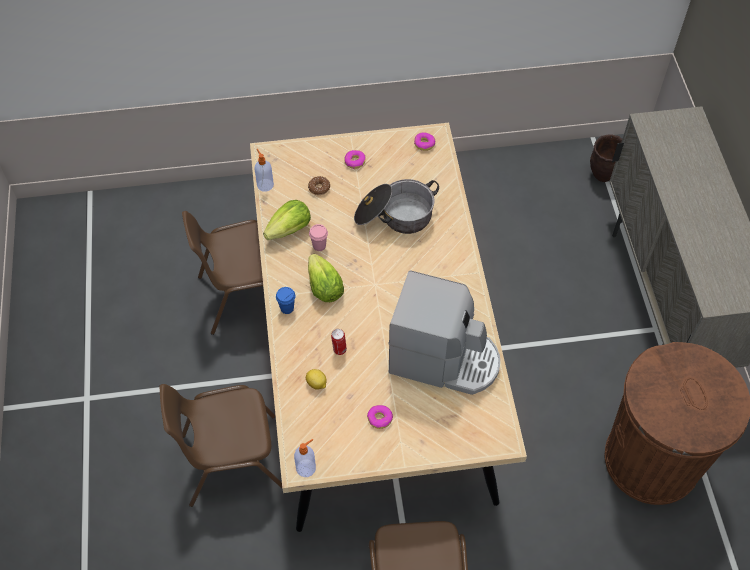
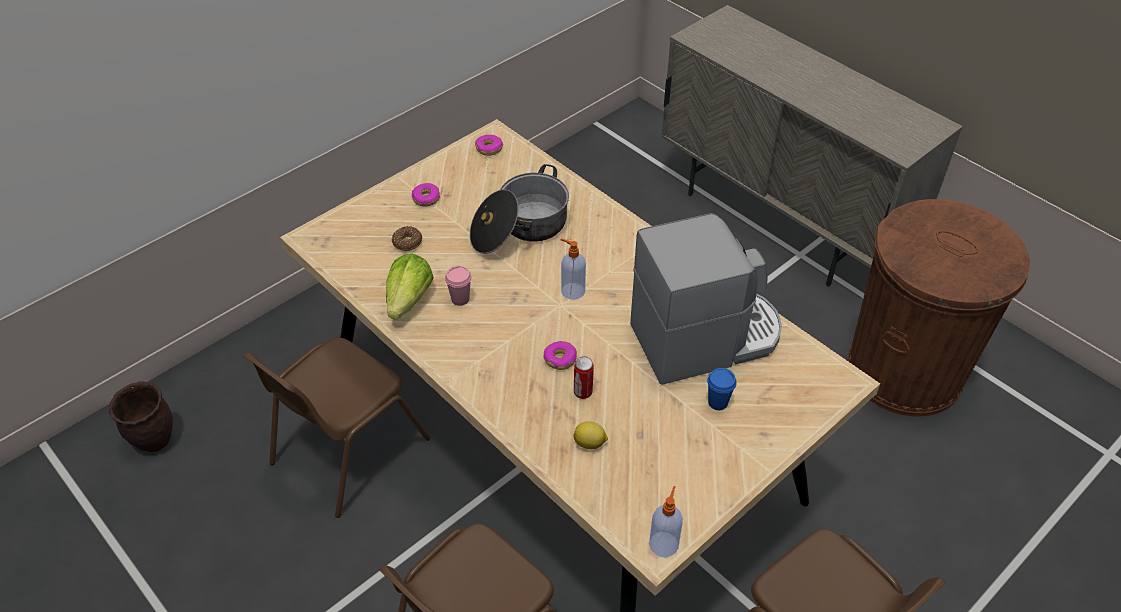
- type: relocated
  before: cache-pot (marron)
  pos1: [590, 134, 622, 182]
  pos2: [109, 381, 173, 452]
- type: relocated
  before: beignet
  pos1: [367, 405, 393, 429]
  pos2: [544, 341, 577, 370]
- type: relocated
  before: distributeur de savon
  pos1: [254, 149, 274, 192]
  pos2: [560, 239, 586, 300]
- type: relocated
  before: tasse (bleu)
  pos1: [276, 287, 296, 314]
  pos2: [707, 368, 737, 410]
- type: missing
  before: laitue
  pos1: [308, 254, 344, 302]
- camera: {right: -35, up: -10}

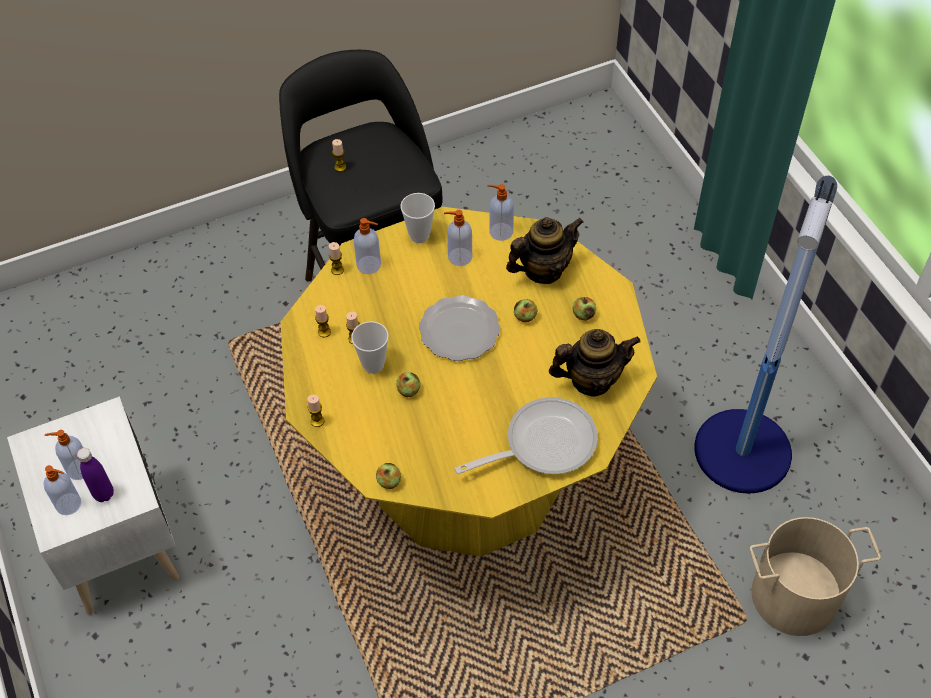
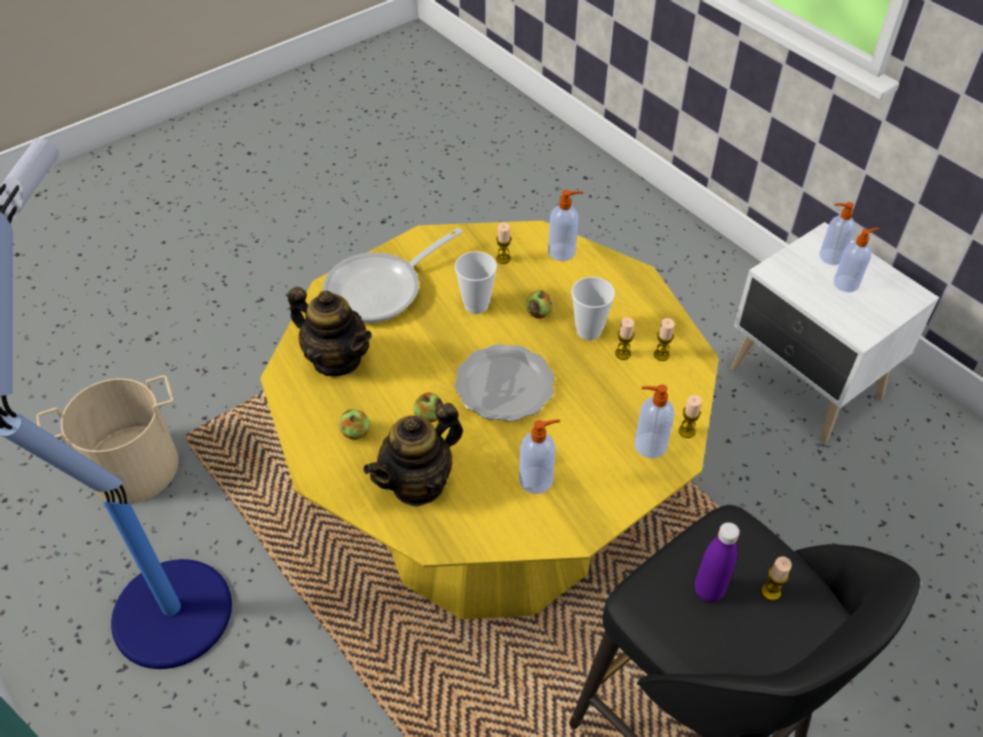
- type: spun
  before: théière
  pos1: [549, 329, 641, 397]
  pos2: [288, 287, 372, 376]
  turn: -120
- type: relocated
  before: tasse
  pos1: [400, 193, 435, 243]
  pos2: [455, 251, 497, 314]
- type: relocated
  before: bougie
  pos1: [307, 395, 325, 427]
  pos2: [496, 222, 511, 264]
- type: relocated
  before: distributeur de savon
  pos1: [487, 184, 514, 241]
  pos2: [548, 190, 584, 261]
- type: relocated
  before: bouteille (violet)
  pos1: [77, 448, 114, 502]
  pos2: [695, 522, 740, 603]
- type: missing
  before: pomme
  pos1: [376, 463, 401, 489]
- camera: {right: 165, up: -5}

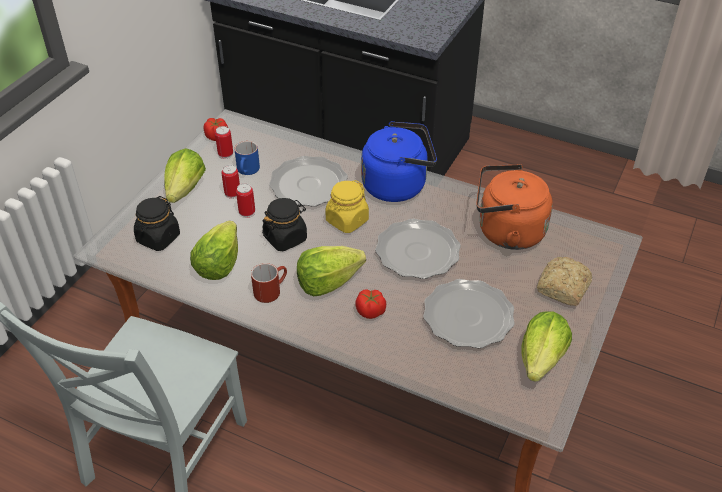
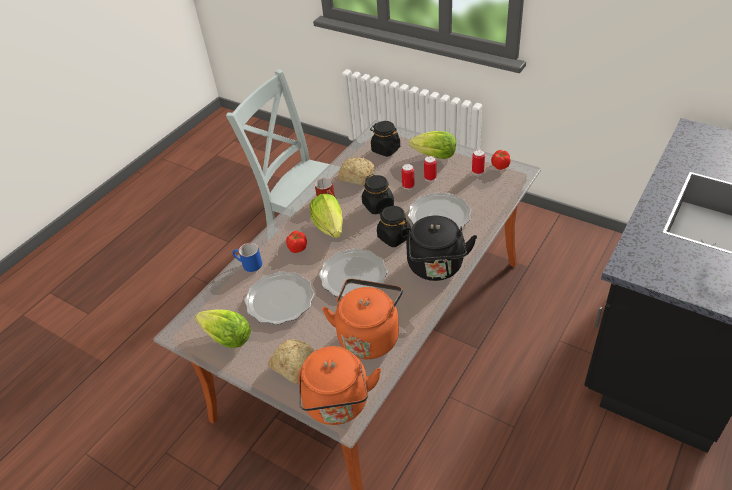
- type: relocated
  before: mug (bleu)
  pos1: [234, 141, 260, 175]
  pos2: [232, 243, 262, 272]
- type: appeared
  after: bouilloire (orange)
  pos2: [298, 346, 381, 425]
- type: exchanged
  before: laitue
  after: pain
  pos1: [190, 221, 238, 280]
  pos2: [338, 157, 375, 186]
- type: colour
  before: bocal (jaune)
  after: bocal (noir)
  pos1: [325, 180, 369, 233]
  pos2: [377, 206, 411, 247]
- type: colour
  before: bouilloire (bleu)
  after: bouilloire (noir)
  pos1: [361, 121, 437, 202]
  pos2: [406, 216, 477, 281]
- camera: {right: 100, up: 0}

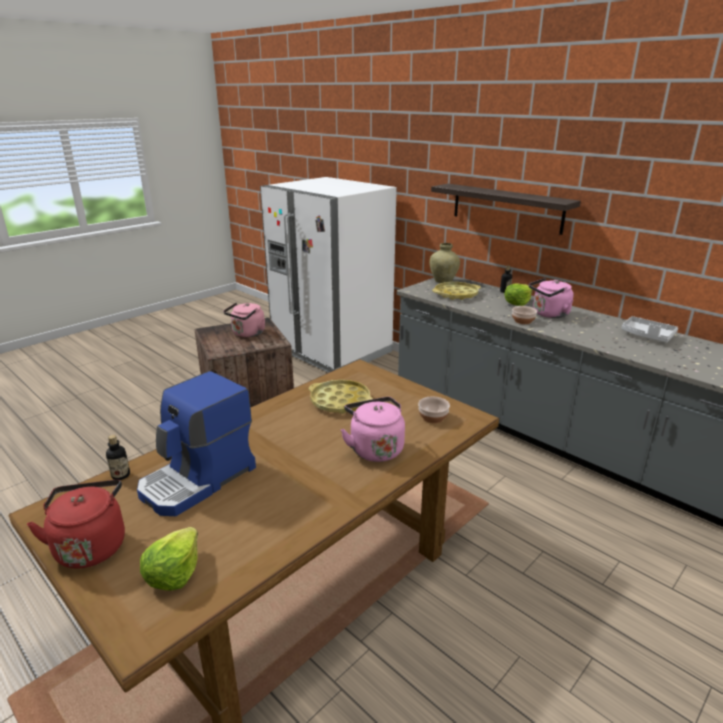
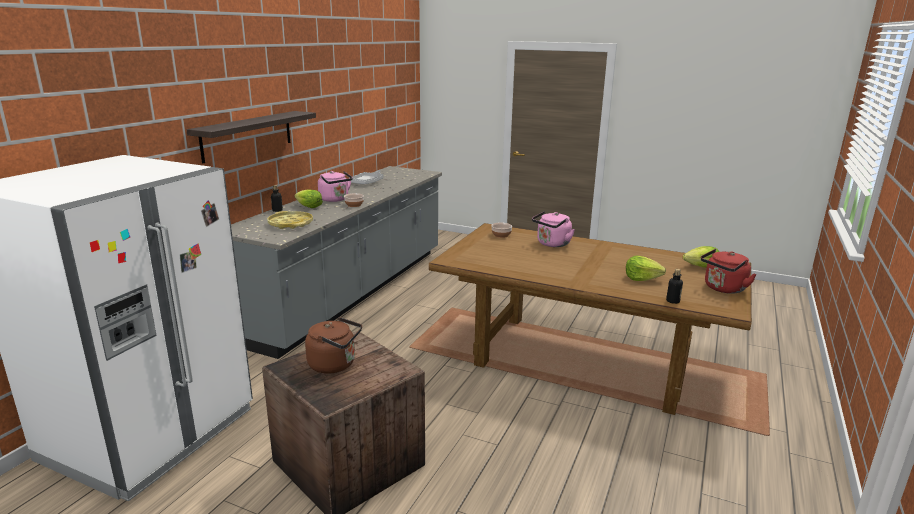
- type: colour
  before: bouilloire (rose)
  after: bouilloire (marron)
  pos1: [223, 302, 265, 337]
  pos2: [305, 317, 362, 374]
- type: exchanged
  before: machine à café
  after: laitue
  pos1: [137, 371, 256, 516]
  pos2: [626, 256, 666, 281]
- type: missing
  before: plateau (jaune)
  pos1: [309, 380, 373, 414]
- type: missing
  before: vase (beige)
  pos1: [429, 243, 460, 283]
- camera: {right: -110, up: -5}

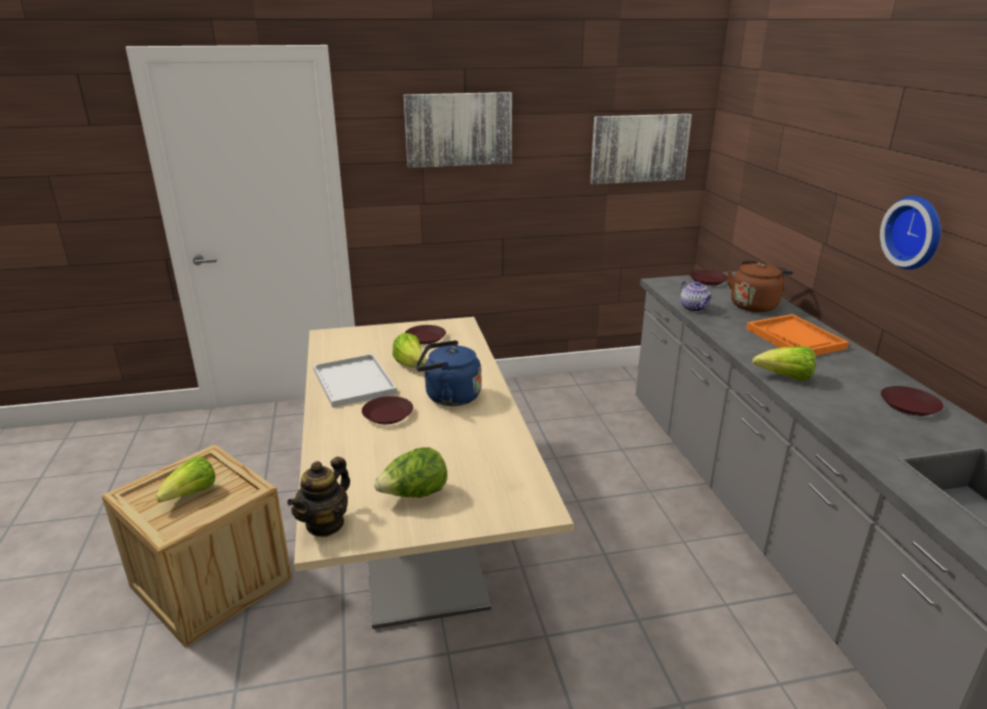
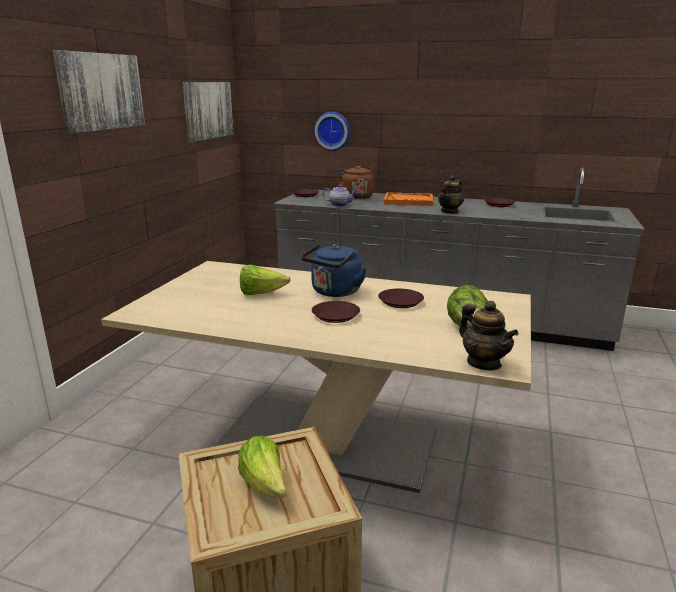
- type: relocated
  before: horloge murale
  pos1: [880, 196, 941, 270]
  pos2: [314, 112, 350, 151]
- type: relocated
  before: assiette (marron)
  pos1: [405, 325, 446, 344]
  pos2: [378, 289, 424, 308]
- type: exchanged
  before: laitue
  after: théière
  pos1: [752, 346, 816, 380]
  pos2: [438, 175, 464, 214]
- type: missing
  before: plateau (blanc)
  pos1: [313, 354, 397, 408]
- camera: {right: -60, up: -5}

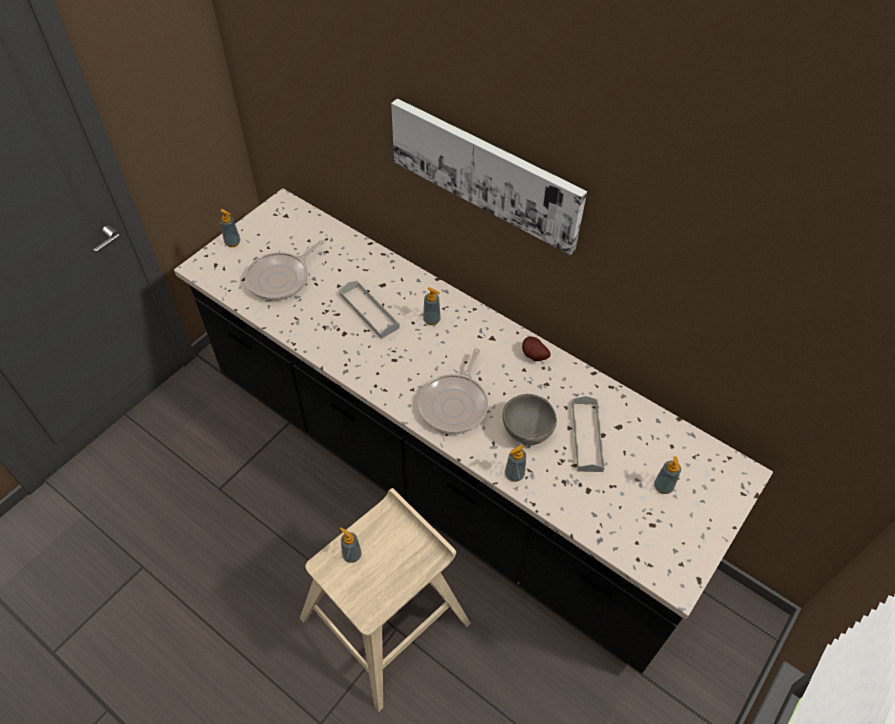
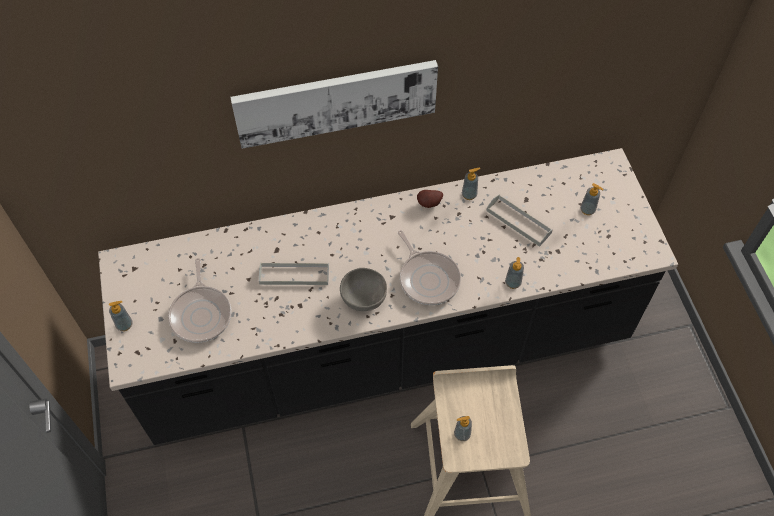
- type: relocated
  before: bol (gris)
  pos1: [503, 394, 557, 445]
  pos2: [340, 268, 387, 311]
- type: relocated
  before: distributeur de savon
  pos1: [423, 287, 441, 325]
  pos2: [462, 168, 481, 200]
- camera: {right: -50, up: 5}

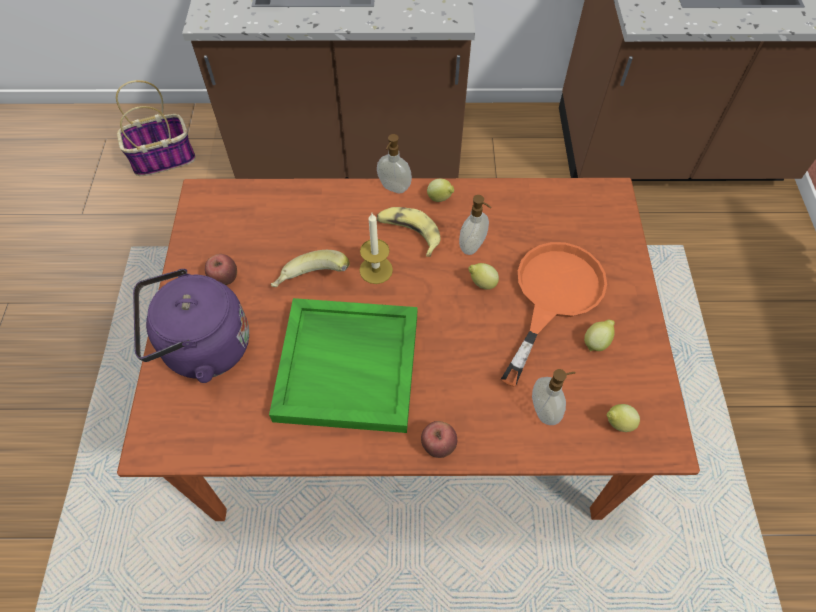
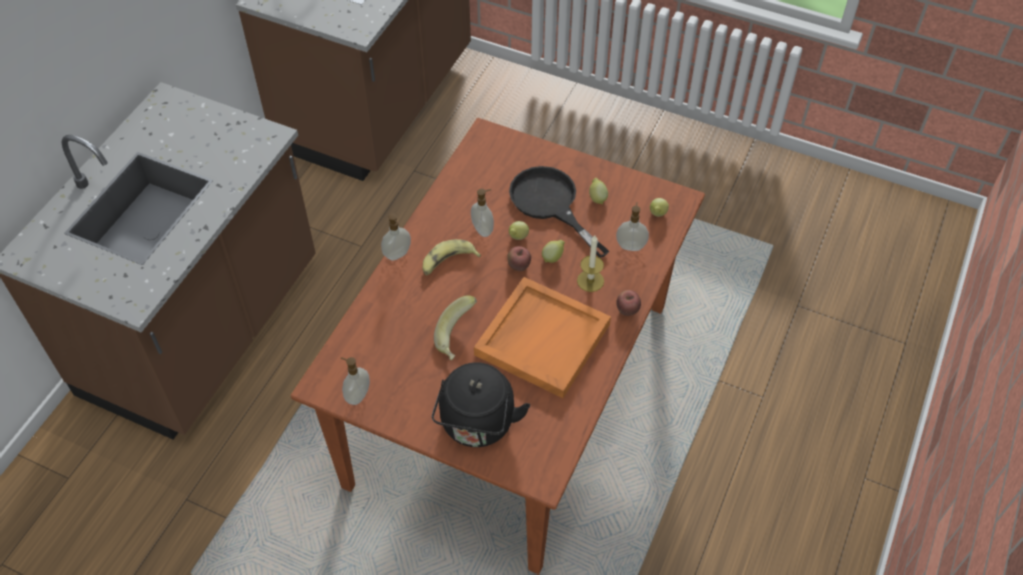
- type: appeared
  after: distributeur de savon
  pos2: [340, 357, 370, 405]
- type: colour
  before: bouilloire (violet)
  after: bouilloire (noir)
  pos1: [133, 269, 249, 383]
  pos2: [432, 362, 530, 447]
- type: colour
  before: plateau (vert)
  after: plateau (orange)
  pos1: [269, 298, 418, 433]
  pos2: [474, 277, 611, 398]
- type: relocated
  before: pomme
  pos1: [205, 254, 237, 285]
  pos2: [507, 246, 531, 271]
- type: colour
  before: poêle (orange)
  after: poêle (noir)
  pos1: [501, 242, 607, 387]
  pos2: [509, 166, 610, 258]
- type: relocated
  before: citron
  pos1: [427, 179, 454, 202]
  pos2: [542, 240, 565, 263]
- type: relocated
  before: bougie
  pos1: [359, 213, 393, 284]
  pos2: [577, 235, 604, 292]
- type: missing
  before: panier
  pos1: [116, 80, 196, 176]
- camera: {right: -65, up: -5}

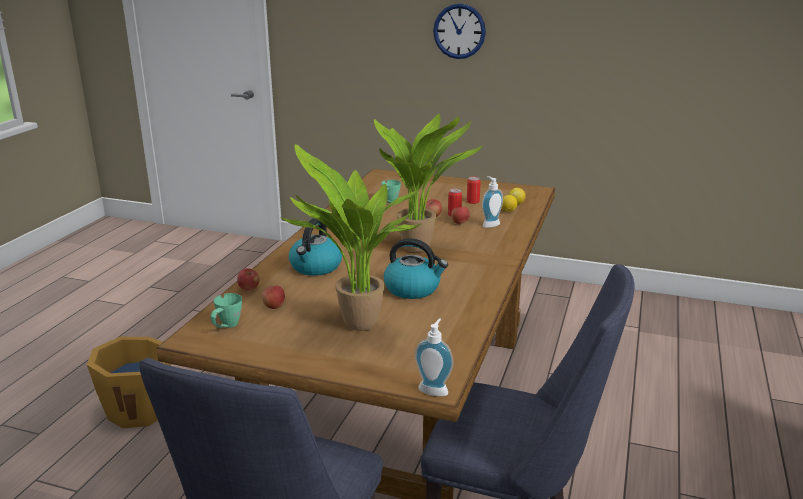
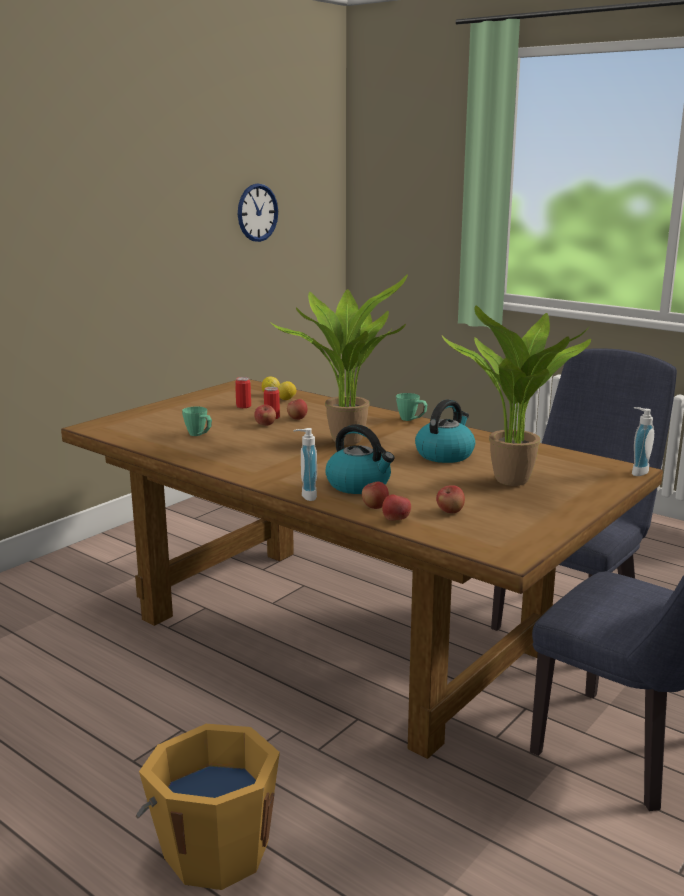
- type: relocated
  before: horloge murale
  pos1: [433, 4, 486, 59]
  pos2: [238, 183, 278, 242]
- type: relocated
  before: distributeur de savon
  pos1: [482, 176, 503, 228]
  pos2: [294, 428, 317, 501]
- type: appeared
  after: pomme
  pos2: [362, 482, 389, 509]
- type: relocated
  before: mug (vert)
  pos1: [210, 293, 242, 328]
  pos2: [396, 393, 427, 421]
- camera: {right: -70, up: -5}

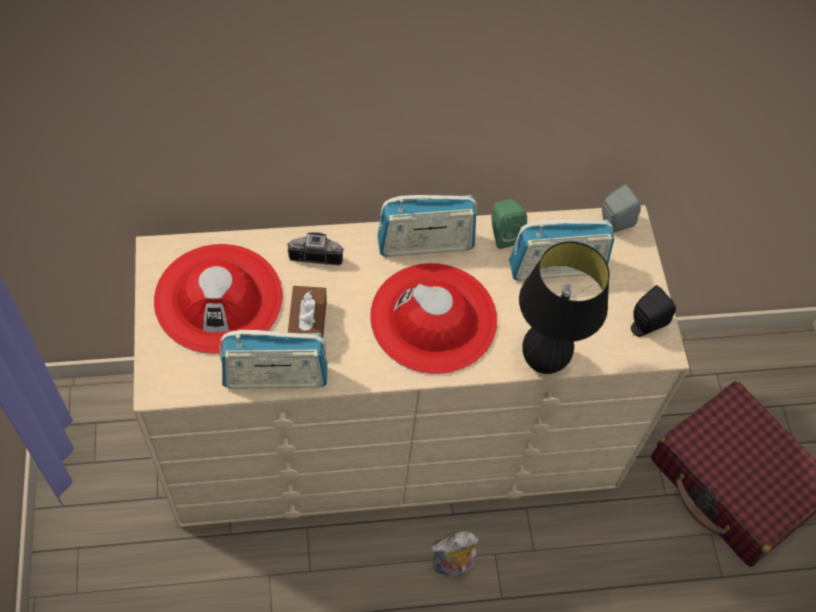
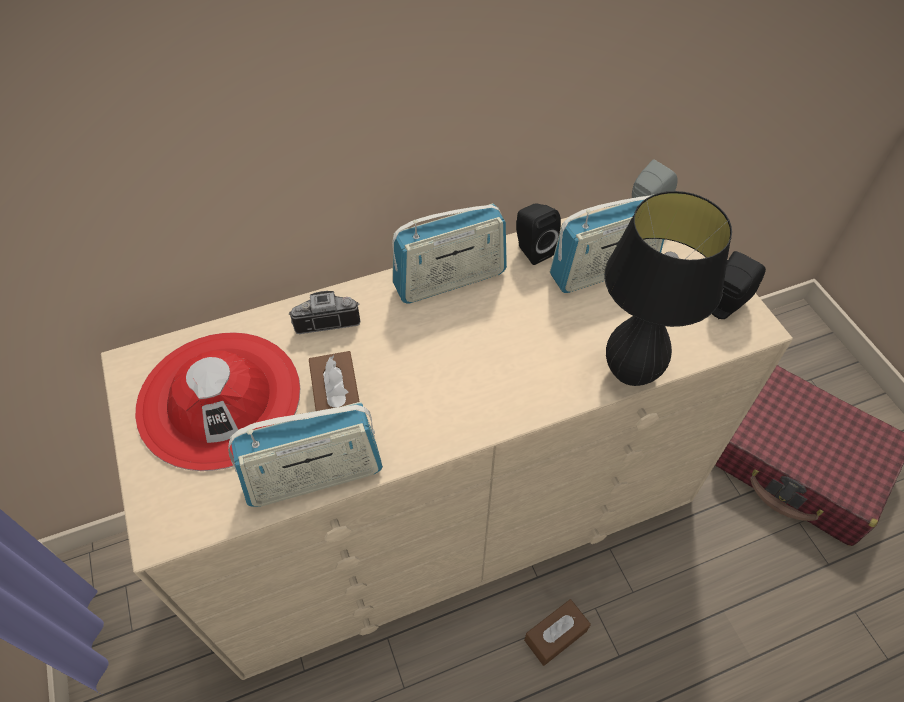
- type: colour
  before: enceinte (vert)
  after: enceinte (noir)
  pos1: [491, 199, 527, 249]
  pos2: [516, 203, 561, 265]
- type: exchanged
  before: peluche
  after: boîte à mouchoirs (marron)
  pos1: [430, 531, 478, 577]
  pos2: [524, 599, 591, 666]
- type: missing
  before: chapeau (rouge)
  pos1: [370, 263, 497, 374]
- camera: {right: -10, up: -5}

